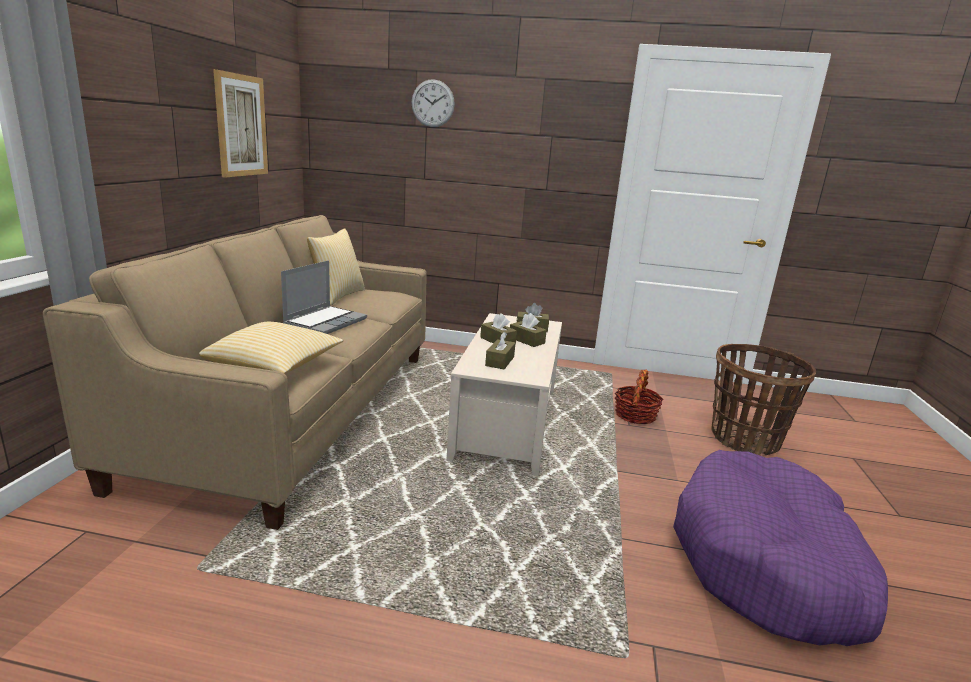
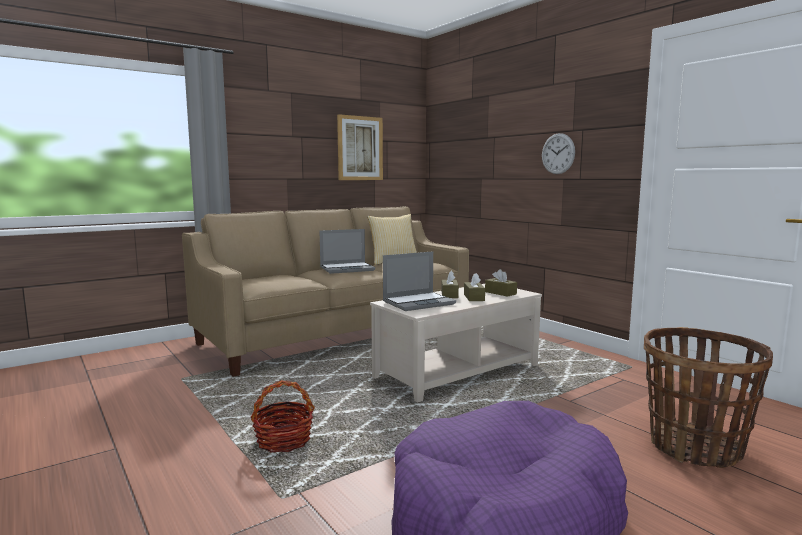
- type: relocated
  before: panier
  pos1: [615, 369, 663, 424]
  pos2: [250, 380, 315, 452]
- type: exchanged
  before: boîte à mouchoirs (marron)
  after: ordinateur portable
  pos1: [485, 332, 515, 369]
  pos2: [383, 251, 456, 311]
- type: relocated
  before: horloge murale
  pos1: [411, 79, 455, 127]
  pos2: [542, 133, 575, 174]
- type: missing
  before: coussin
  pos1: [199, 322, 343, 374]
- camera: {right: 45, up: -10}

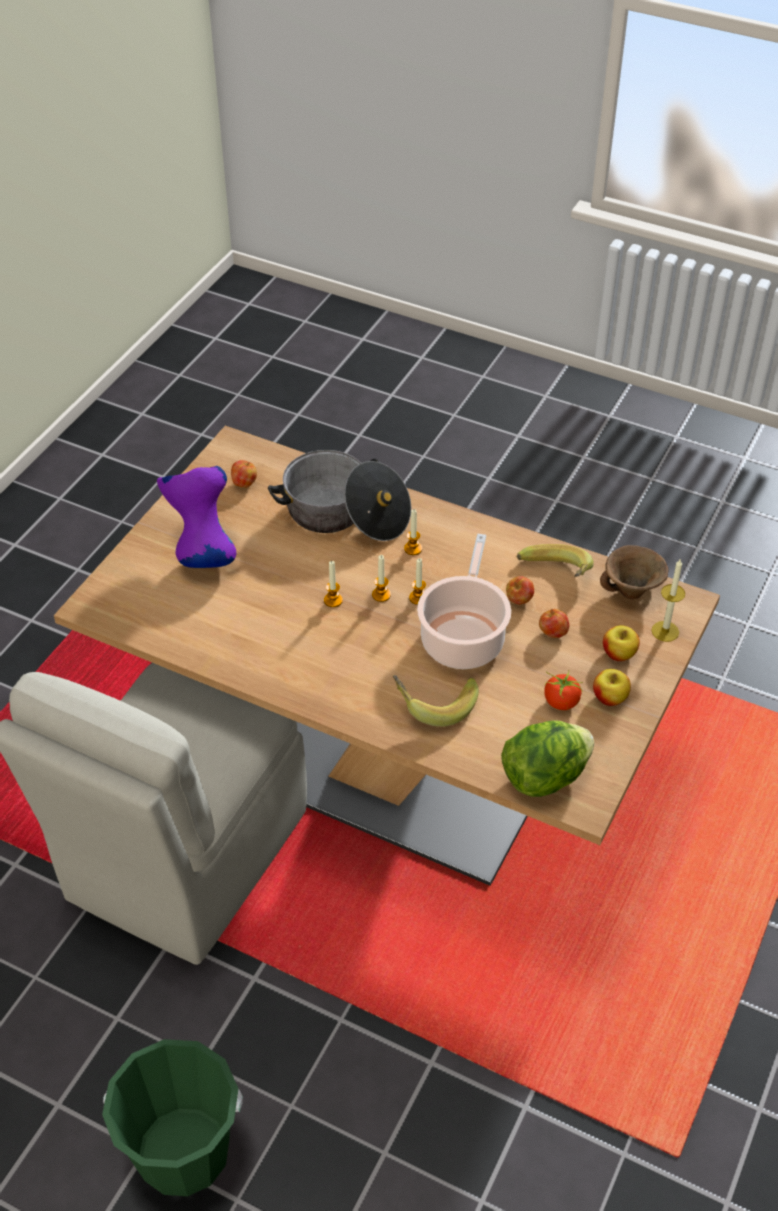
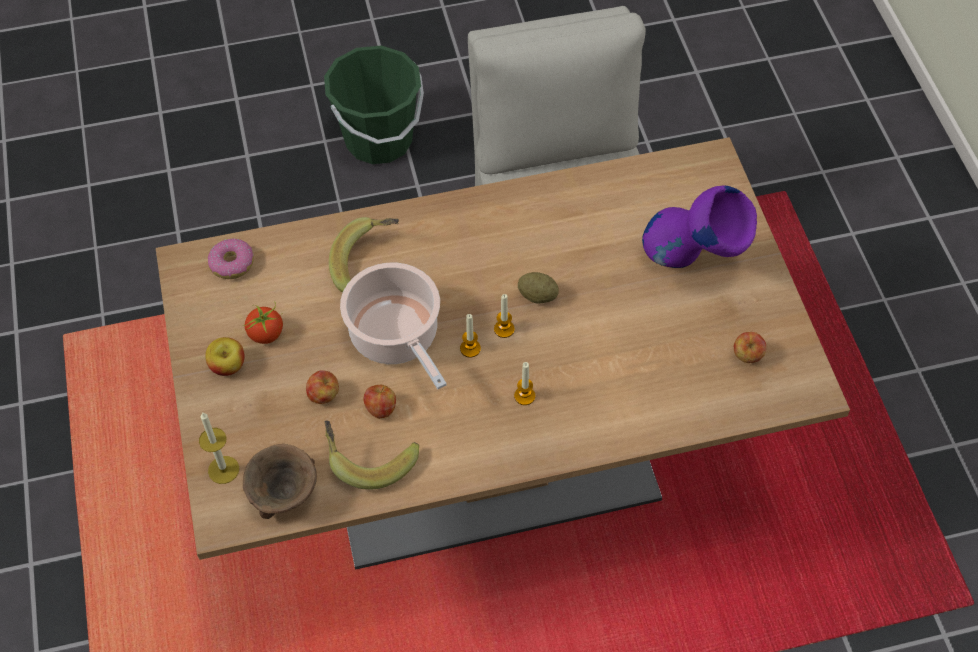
- type: exchanged
  before: laitue
  after: beignet
  pos1: [501, 720, 594, 797]
  pos2: [208, 239, 254, 279]
- type: exchanged
  before: bougie
  after: pomme de terre
  pos1: [324, 561, 343, 607]
  pos2: [518, 272, 559, 303]
- type: missing
  before: marmite
  pos1: [268, 450, 411, 541]
- type: missing
  before: pomme
  pos1: [603, 625, 640, 661]
- camera: {right: 140, up: 10}

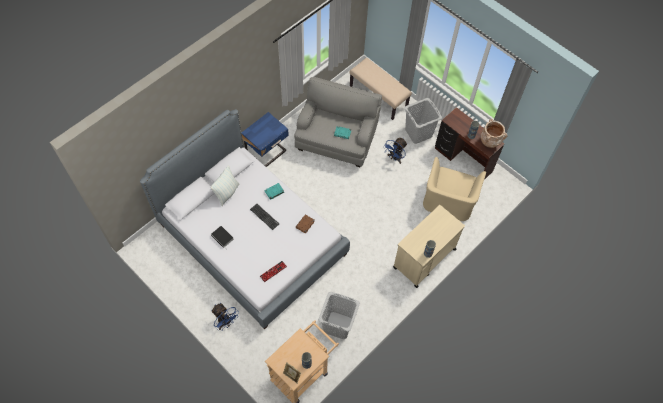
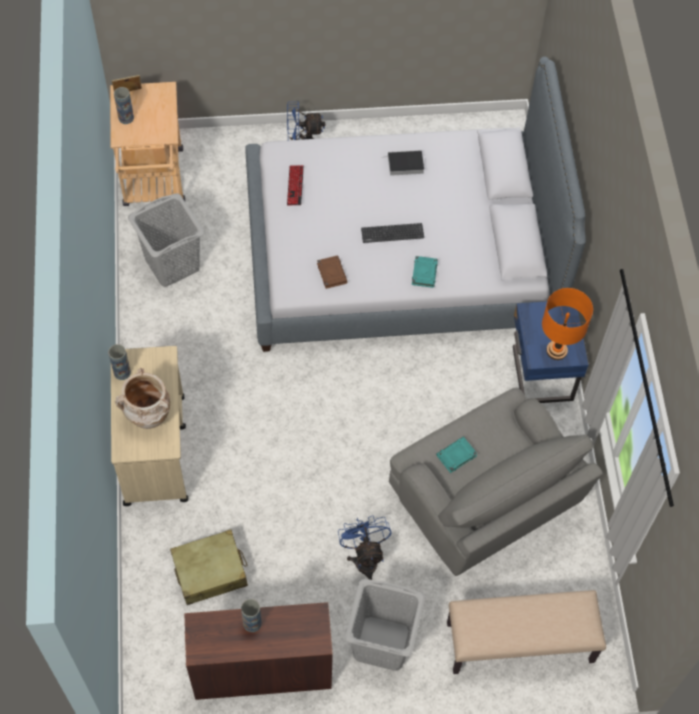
- type: relocated
  before: vase (beige)
  pos1: [481, 119, 508, 148]
  pos2: [115, 368, 170, 429]
- type: exchanged
  before: fauteuil (beige)
  after: valise (beige)
  pos1: [423, 157, 486, 221]
  pos2: [170, 530, 248, 605]
- type: appeared
  after: lampe de table (orange)
  pos2: [542, 288, 593, 360]
- type: missing
  before: coussin
  pos1: [210, 166, 239, 206]
- camera: {right: 130, up: 0}

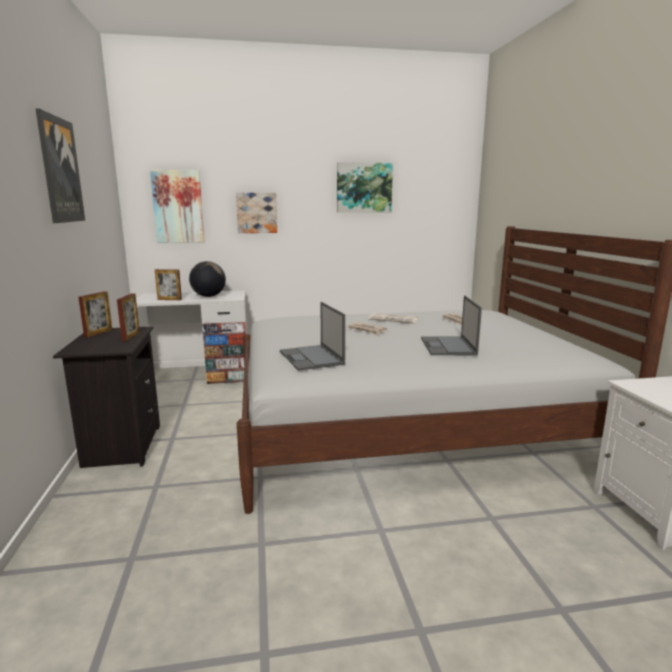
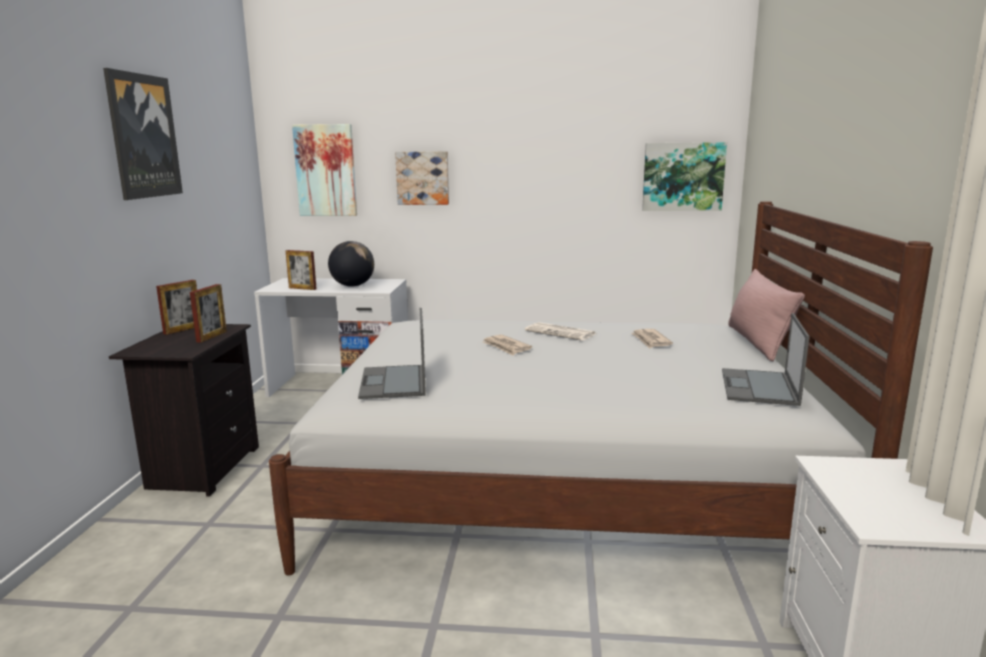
- type: relocated
  before: tableau
  pos1: [337, 162, 393, 213]
  pos2: [642, 142, 727, 211]
- type: relocated
  before: ordinateur portable
  pos1: [421, 296, 482, 355]
  pos2: [722, 313, 810, 406]
- type: appeared
  after: coussin (rose)
  pos2: [728, 269, 805, 361]
- camera: {right: 15, up: 0}

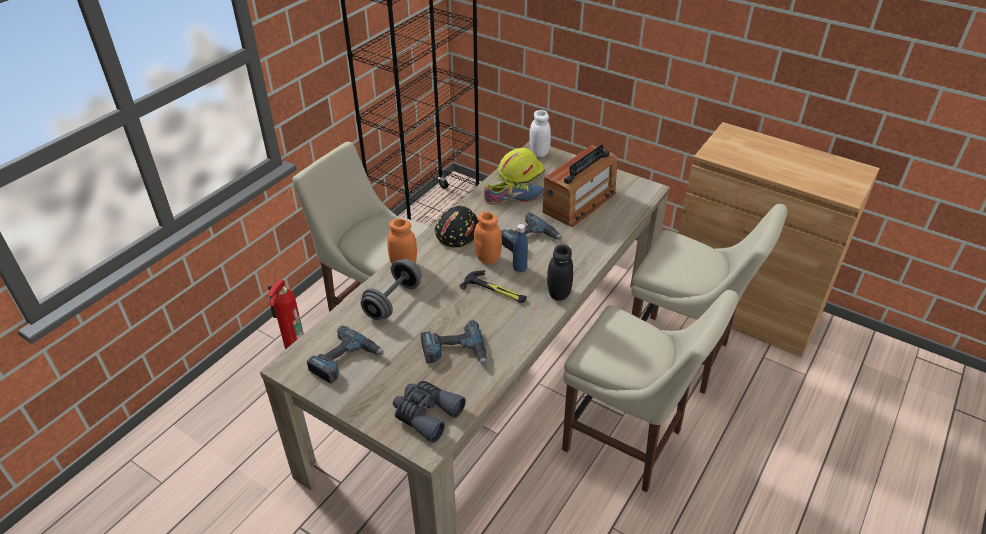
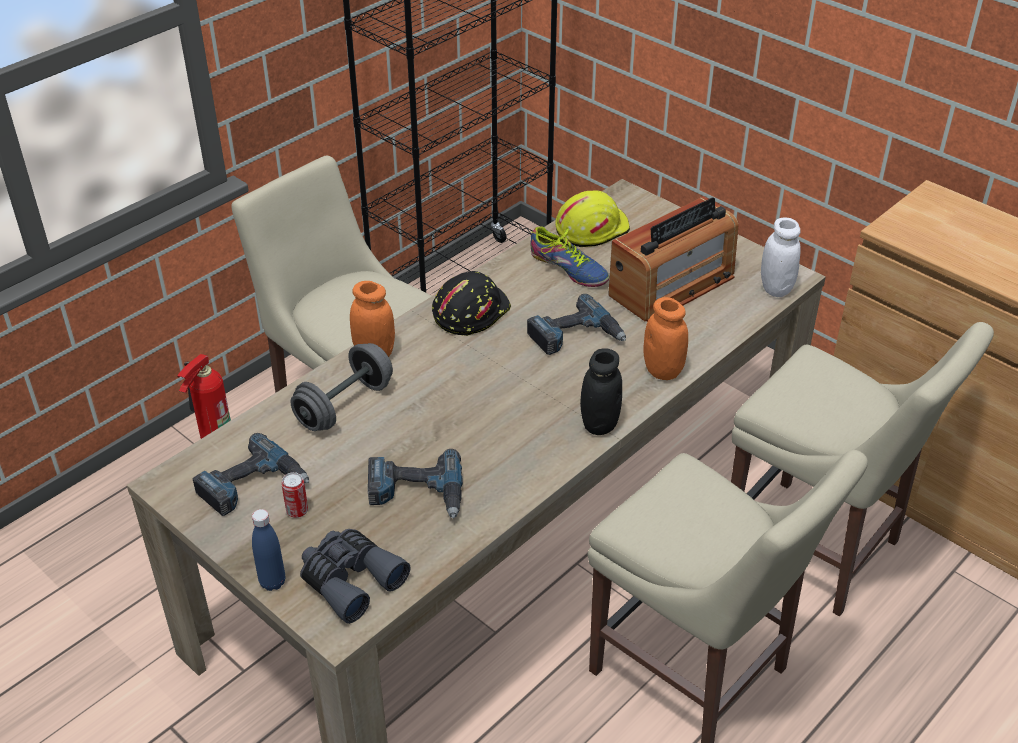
- type: relocated
  before: bouteille (bleu)
  pos1: [513, 224, 528, 272]
  pos2: [252, 509, 285, 591]
- type: appeared
  after: boîte métallique
  pos2: [281, 472, 308, 518]
- type: spun
  before: chaussure
  pos1: [484, 176, 544, 205]
  pos2: [530, 226, 609, 287]
  turn: 45
- type: relocated
  before: bocal (orange)
  pos1: [474, 211, 502, 264]
  pos2: [643, 297, 688, 380]
- type: relocated
  before: bocal (blanc)
  pos1: [530, 110, 551, 157]
  pos2: [761, 218, 801, 297]
- type: missing
  before: marteau
  pos1: [460, 270, 527, 303]
- camera: {right: 10, up: 0}

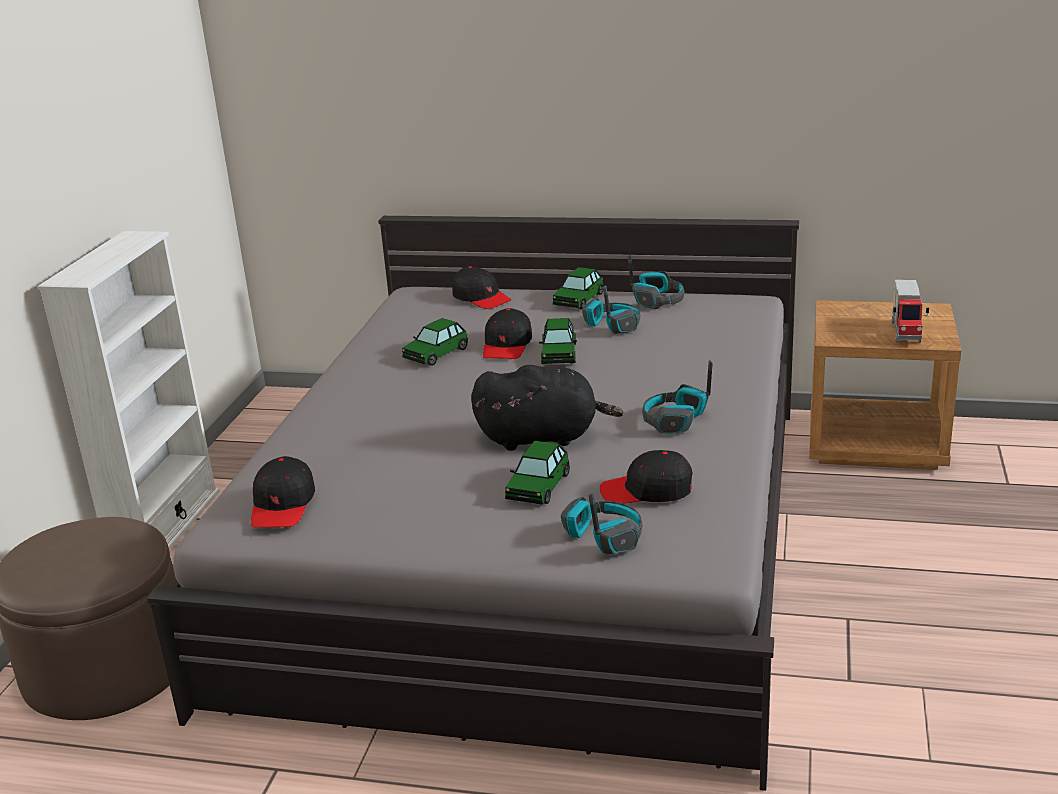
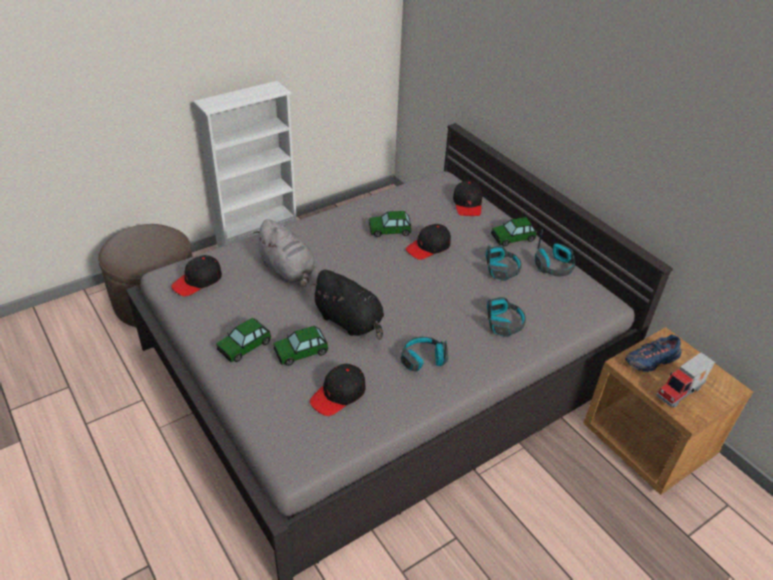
- type: relocated
  before: petite voiture
  pos1: [539, 318, 577, 364]
  pos2: [216, 318, 271, 362]
- type: appeared
  after: peluche (gris)
  pos2: [253, 219, 316, 287]
- type: spun
  before: casquette (noir)
  pos1: [600, 450, 693, 504]
  pos2: [310, 364, 365, 416]
  turn: -90
- type: relocated
  before: casque audio
  pos1: [561, 493, 642, 554]
  pos2: [487, 297, 526, 337]
- type: appeared
  after: chaussure (bleu)
  pos2: [625, 335, 681, 372]
- camera: {right: 40, up: 15}

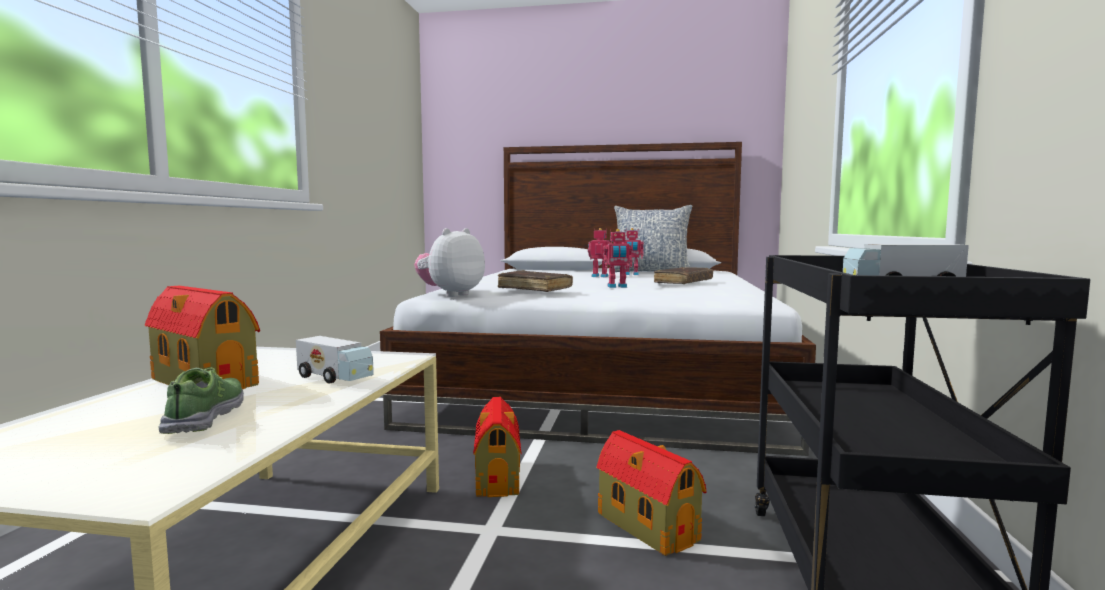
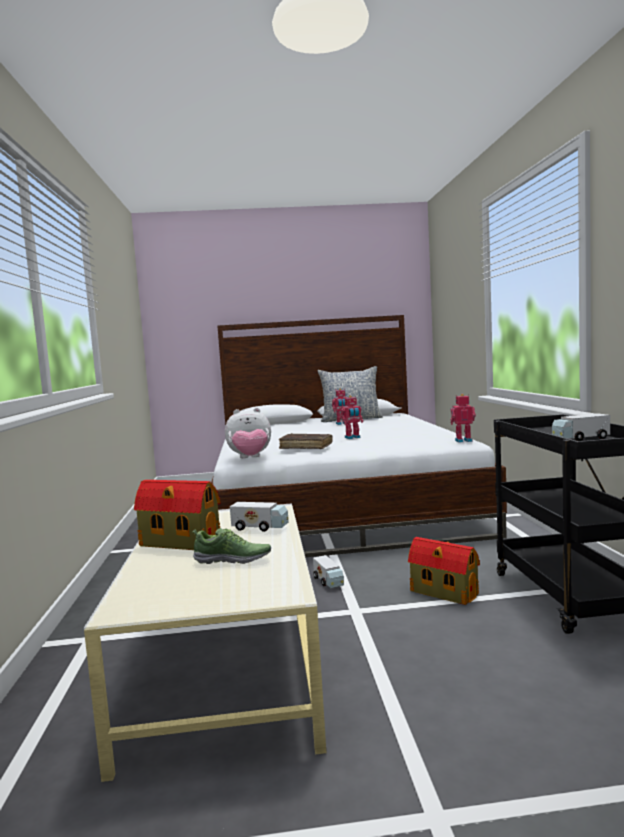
- type: spun
  before: chaussure
  pos1: [158, 367, 244, 434]
  pos2: [192, 528, 271, 564]
  turn: 120
- type: spun
  before: peluche
  pos1: [414, 228, 485, 297]
  pos2: [225, 408, 271, 458]
  turn: -120
- type: exchanged
  before: maison miniature
  after: camion jouet
  pos1: [473, 397, 522, 497]
  pos2: [313, 555, 344, 588]
- type: relocated
  before: robot jouet
  pos1: [588, 228, 612, 277]
  pos2: [451, 394, 476, 443]
- type: missing
  before: livre (marron)
  pos1: [654, 267, 713, 284]
- camera: {right: -15, up: 0}

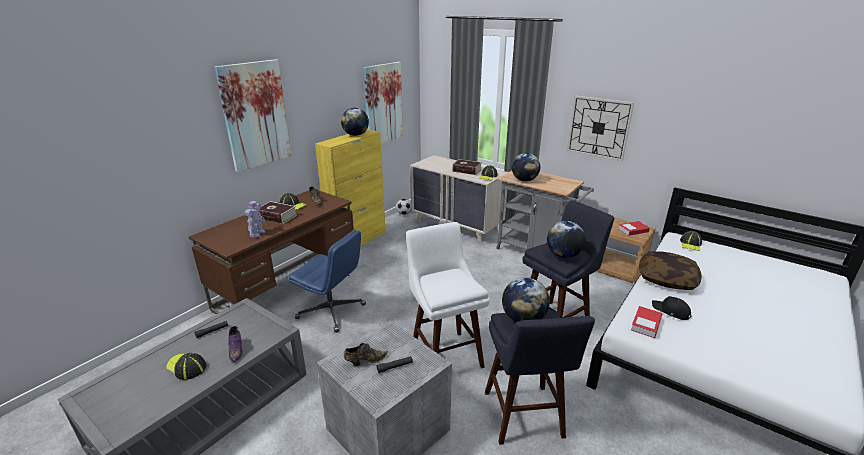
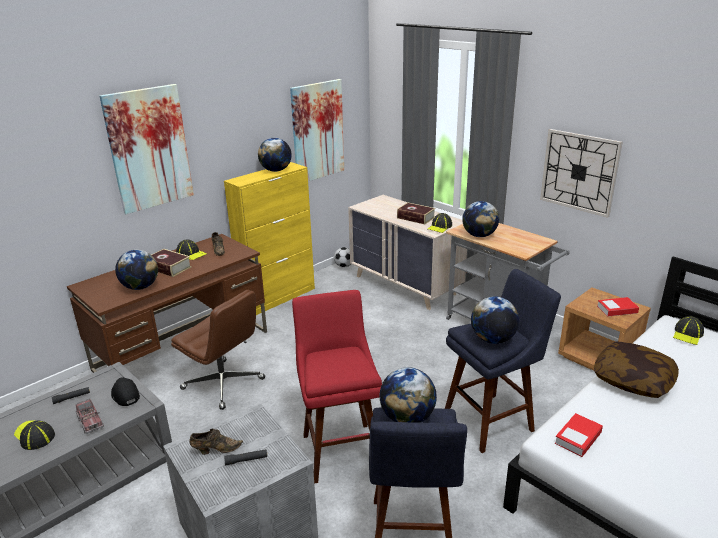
- type: exchanged
  before: chaussure (violet)
  after: camion jouet
  pos1: [228, 326, 243, 362]
  pos2: [75, 399, 104, 434]
- type: relocated
  before: casquette (noir)
  pos1: [652, 296, 692, 320]
  pos2: [111, 378, 140, 406]
- type: exchanged
  before: robot jouet
  after: globe
  pos1: [245, 201, 266, 237]
  pos2: [115, 250, 158, 290]
- type: colour
  before: chaise de bureau (bleu)
  after: chaise de bureau (marron)
  pos1: [288, 230, 366, 332]
  pos2: [171, 290, 265, 410]
- type: colour
  before: tabouret (blanc)
  after: tabouret (rouge)
  pos1: [406, 222, 490, 368]
  pos2: [292, 290, 382, 484]
- camera: {right: 10, up: 0}

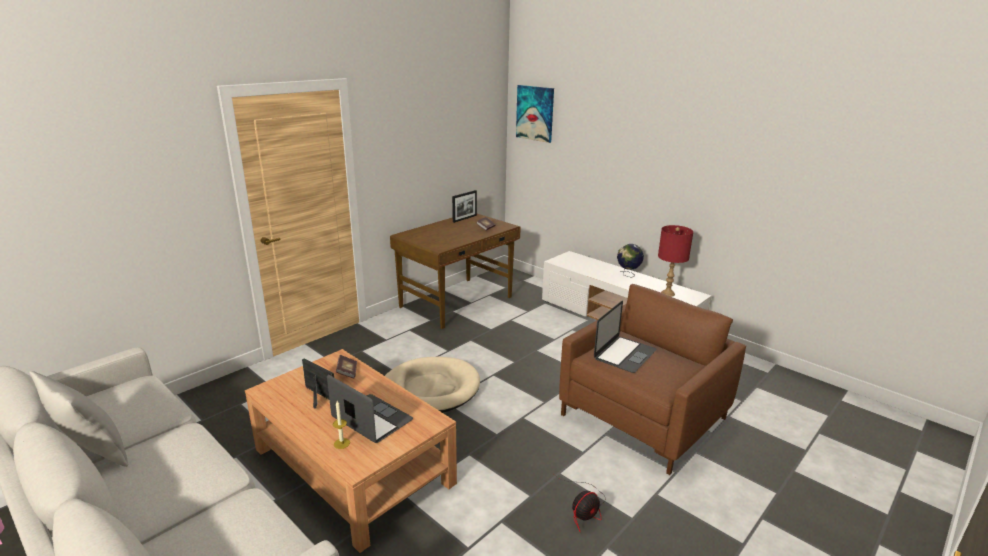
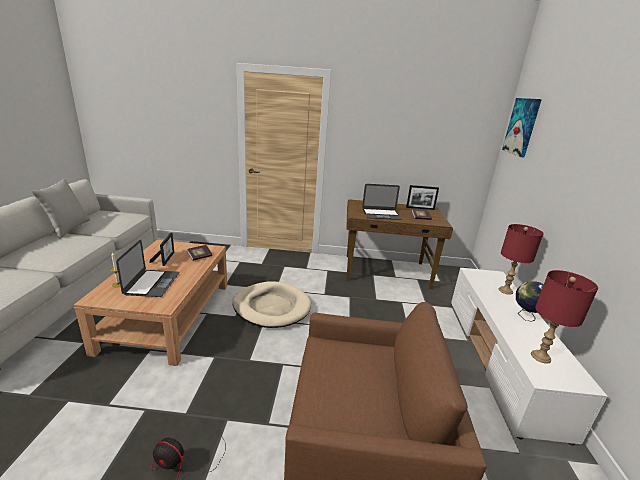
- type: relocated
  before: ordinateur portable
  pos1: [594, 301, 657, 373]
  pos2: [362, 184, 402, 220]
- type: appeared
  after: lampe de table (rouge)
  pos2: [499, 224, 543, 295]
- camera: {right: 50, up: 0}

